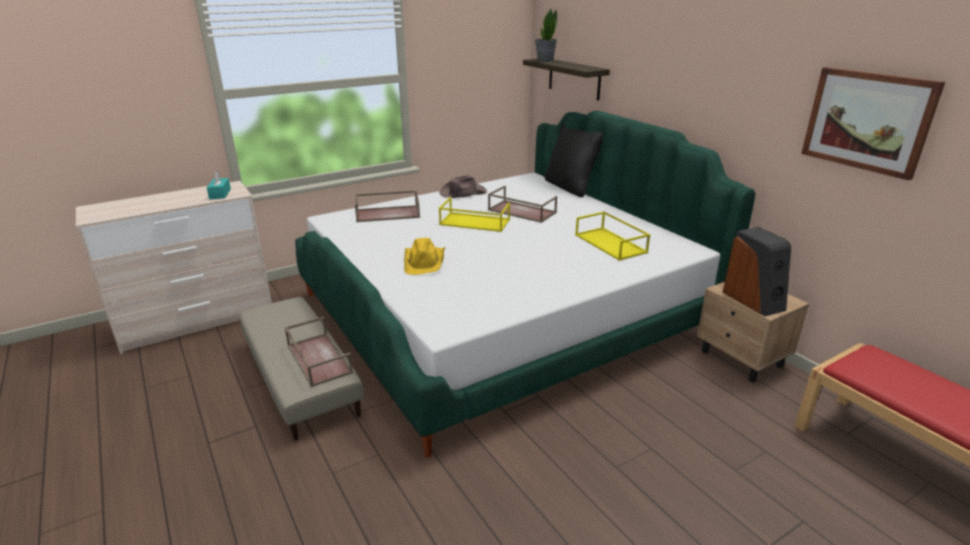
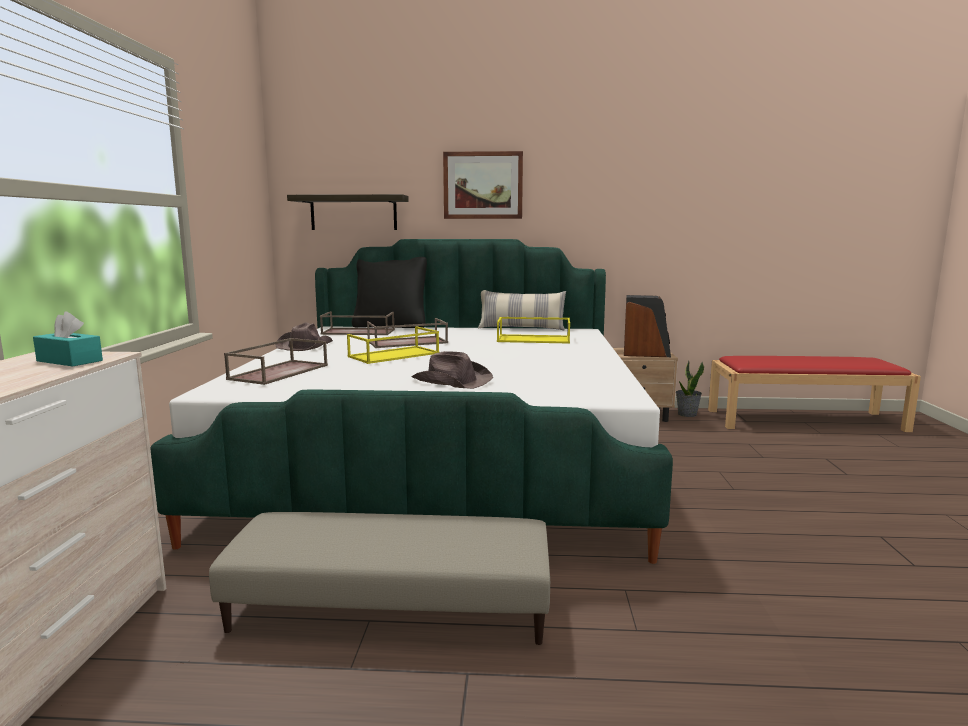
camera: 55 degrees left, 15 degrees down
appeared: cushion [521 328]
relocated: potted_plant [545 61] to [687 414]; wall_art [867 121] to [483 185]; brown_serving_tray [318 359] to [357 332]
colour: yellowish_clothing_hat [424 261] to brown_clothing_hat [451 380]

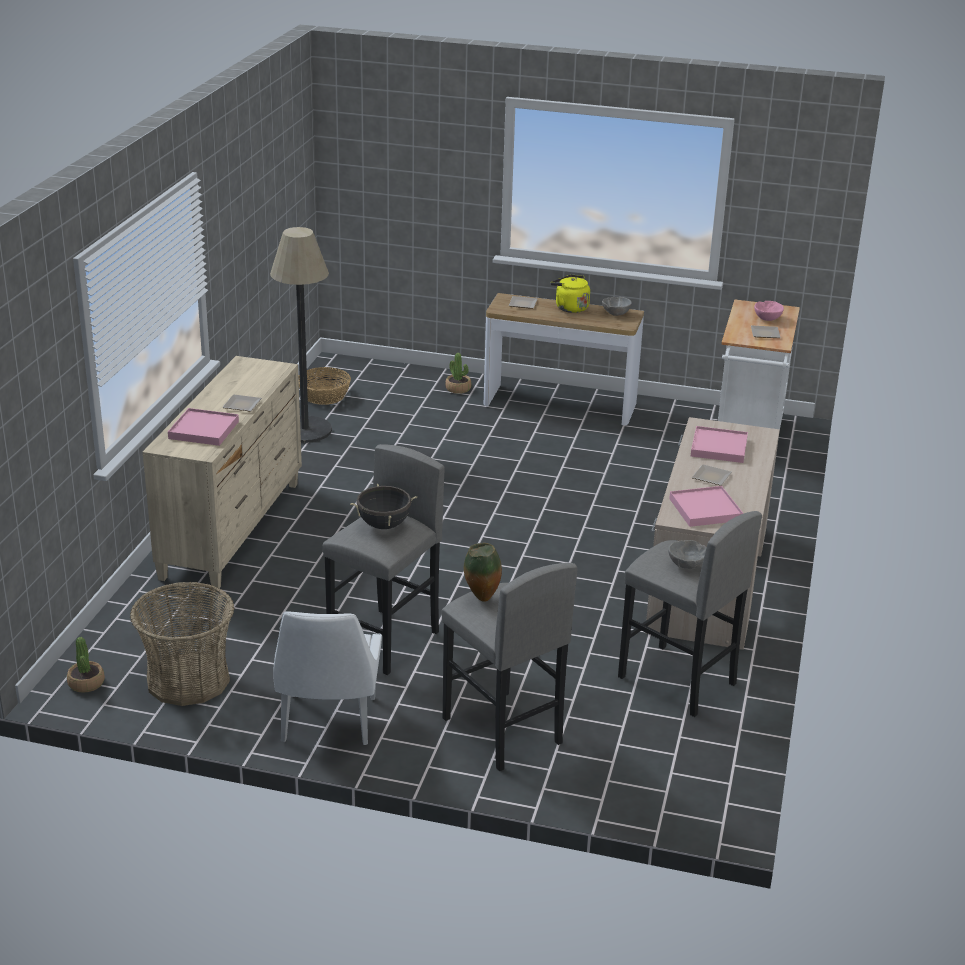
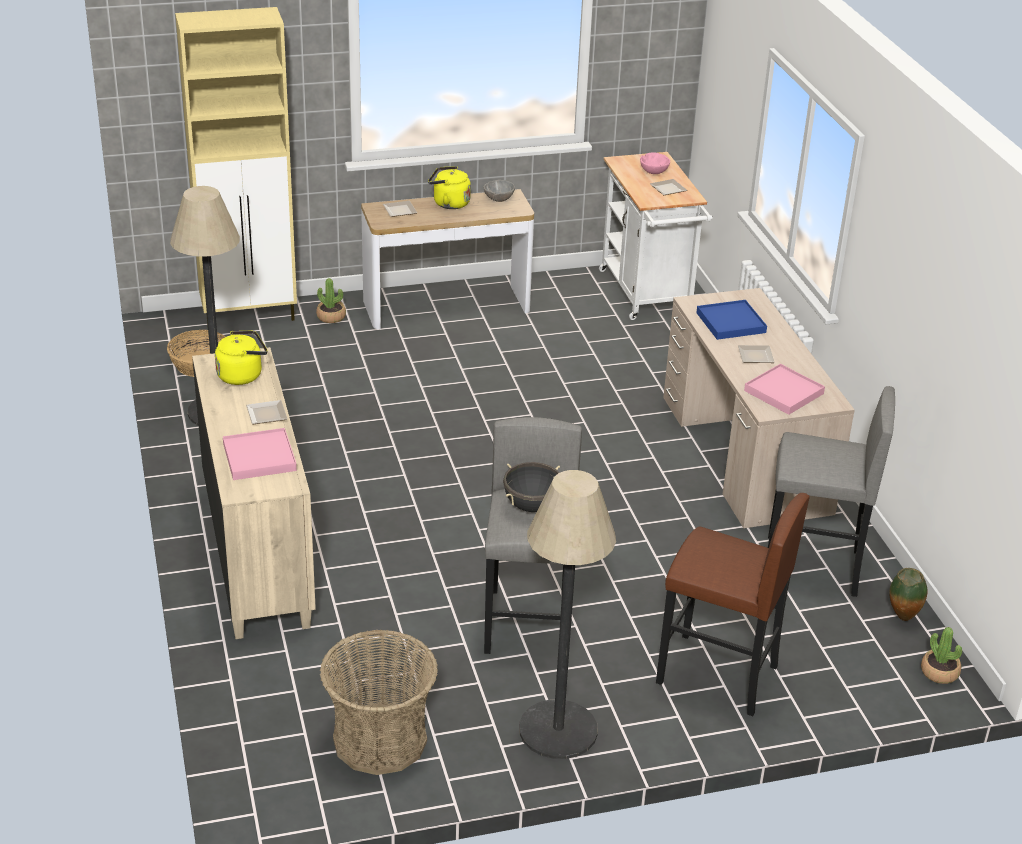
camera: 30 degrees left, 5 degrees up
missing: grey_bowl [687 565]
appeared: sand-coloured_cabinet [250 315]; yellowish_water_kettle [242 375]
relocated: flower_vase [481 599] to [902 618]; potted_plant [86 683] to [939 672]
exchanged: whitish_plain_chair [328 722] to standard_lamp [558 730]
colour: pink-coloured_serving_tray [719 447] to blue_serving_tray [731 322]; grey_stool_seat [501 731] to brown_stool_seat [717 675]

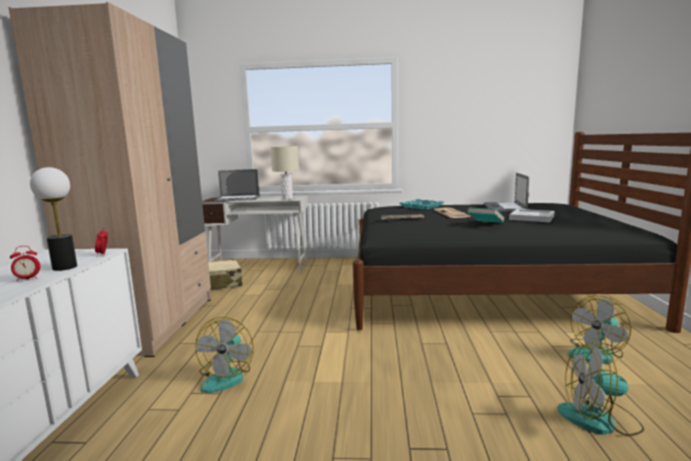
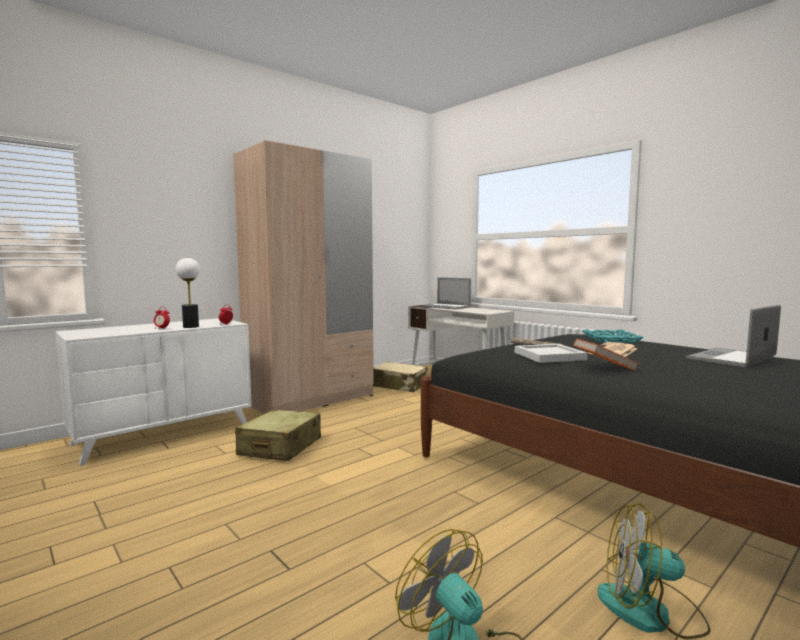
camera: 45 degrees right, 5 degrees down
missing: sand-coloured_lamp_for_a_table [287 198]
relocated: whitish_serving_tray [531 217] to [548 356]
exchanged: electric_fan [227 376] to sand-coloured_suitcase [280 447]
colour: blue-green_bound_book [485 224] to orange-coloured_bound_book [604 367]

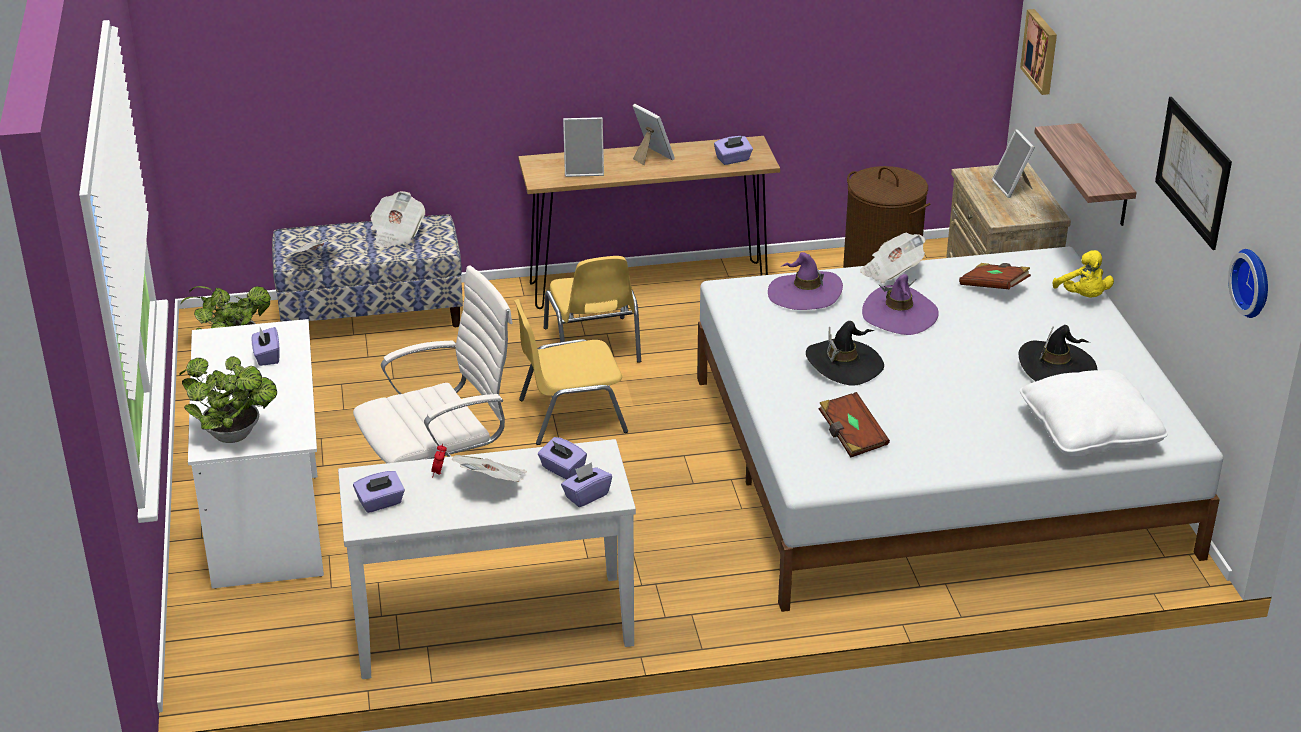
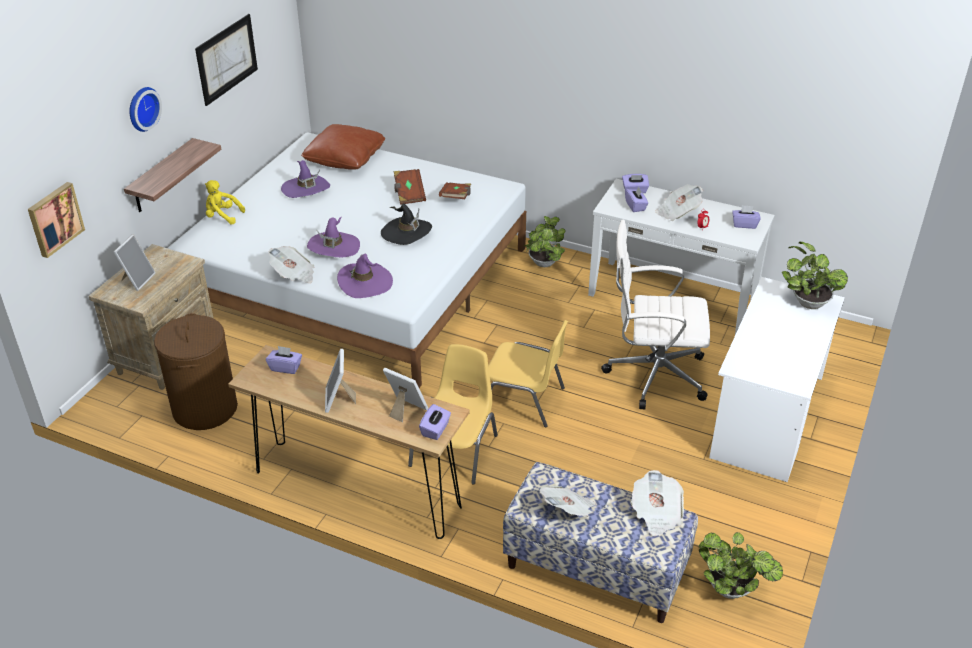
camera: 145 degrees left, 5 degrees up
appeared: potted_plant [543 264]
relocated: hanging_clock [1254 282] to [142 108]; brown_bound_book [994 287] to [409 194]; purple_box_of_tissues [267 356] to [435 430]
colour: black_clothing_hat [1057 367] to purple_clothing_hat [306 189]; whitish_cushion [1089 432] to brown_cushion [345 158]
spun: yellowish_soft_toy [1083 297] = [222 216] 90 degrees counterclockwise

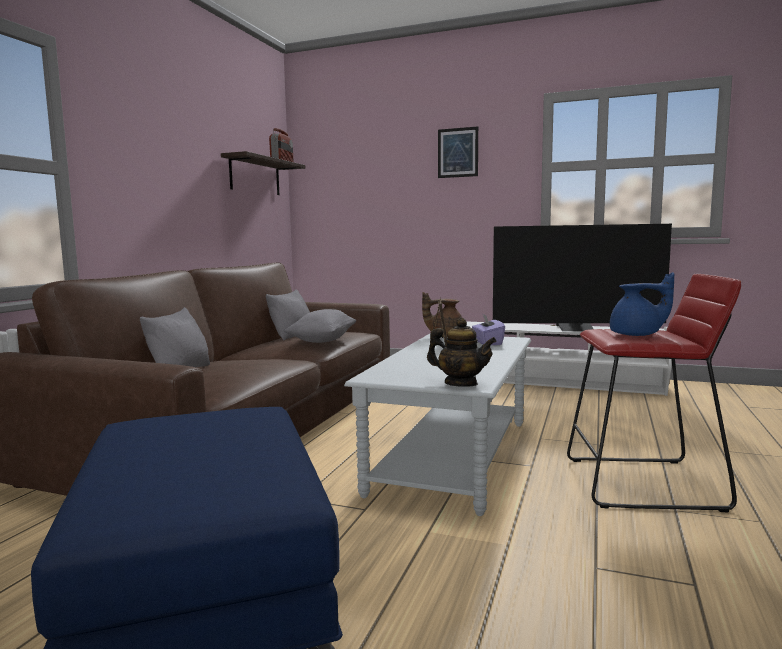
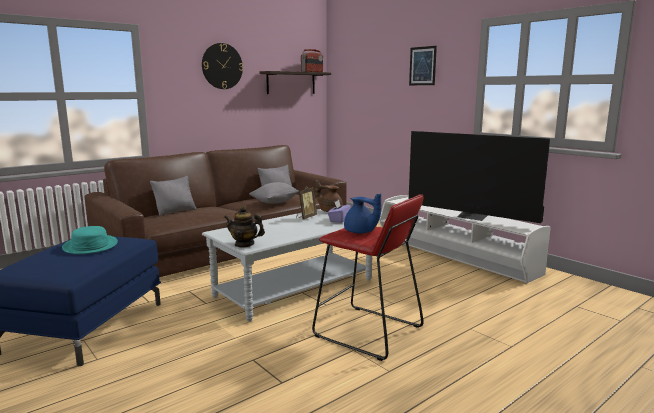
camera: 30 degrees right, 5 degrees up
appeared: hanging_clock [222 66]; blue-green_clothing_hat [90 246]
spun: tea_pot [461 384] = [244 244] 135 degrees clockwise

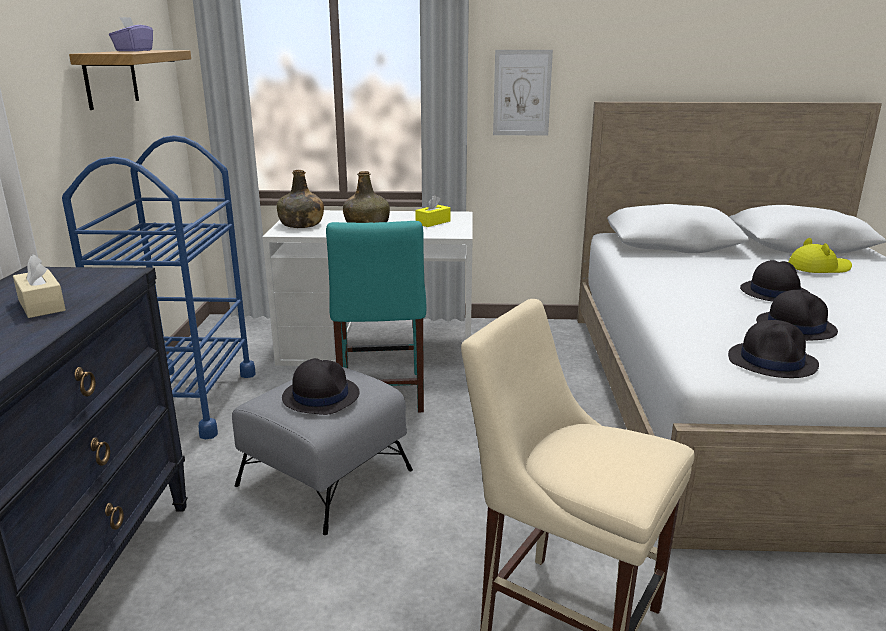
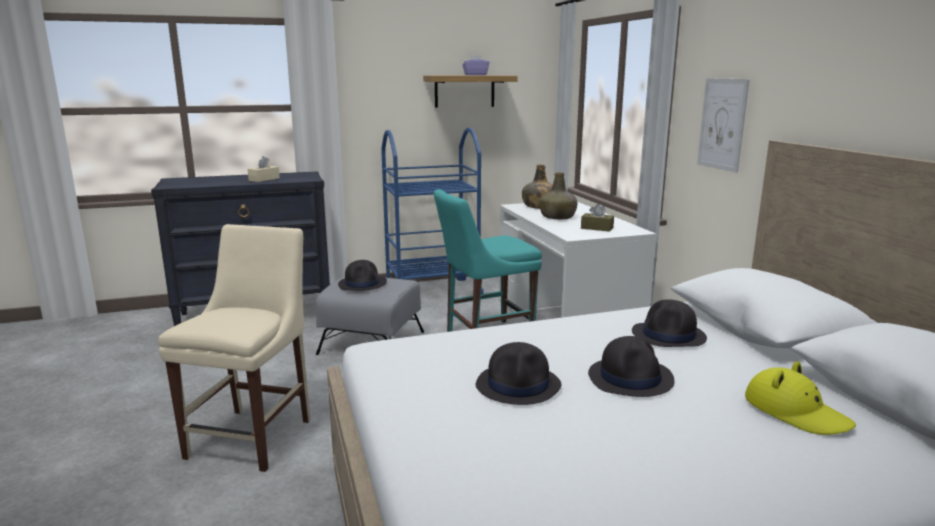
camera: 70 degrees right, 5 degrees down
relocated: black_clothing_hat [772 361] to [669 336]
colour: yellowish_box_of_tissues [433 222] to brown_box_of_tissues [597 228]

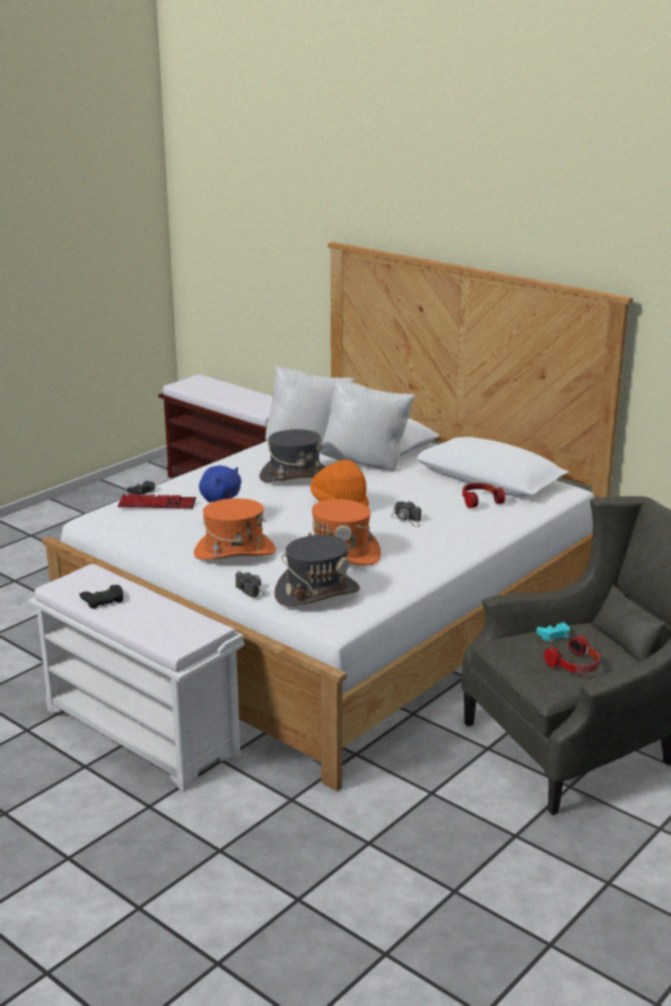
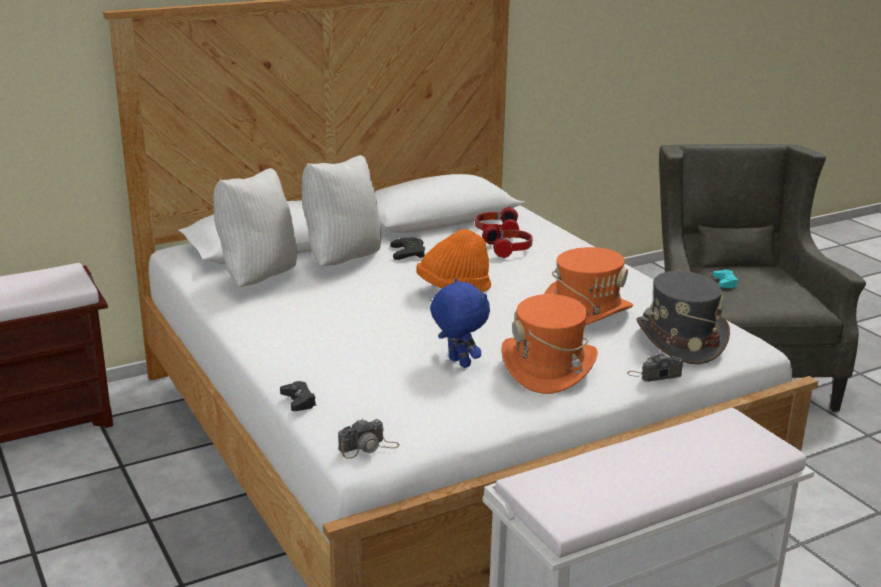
camera: 70 degrees left, 0 degrees up
missing: grey_clothing_hat [295 476]; keyboard [157 503]
relocated: photo_camera [407 519] to [368 447]; black_joypad [103 600] to [410 252]; pair_of_headphones [575 666] to [509 249]

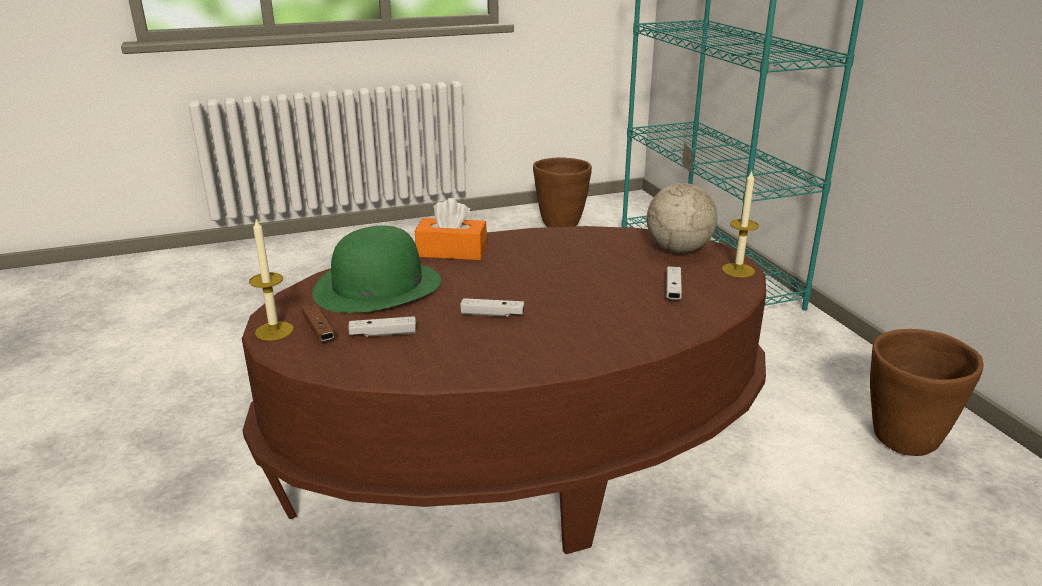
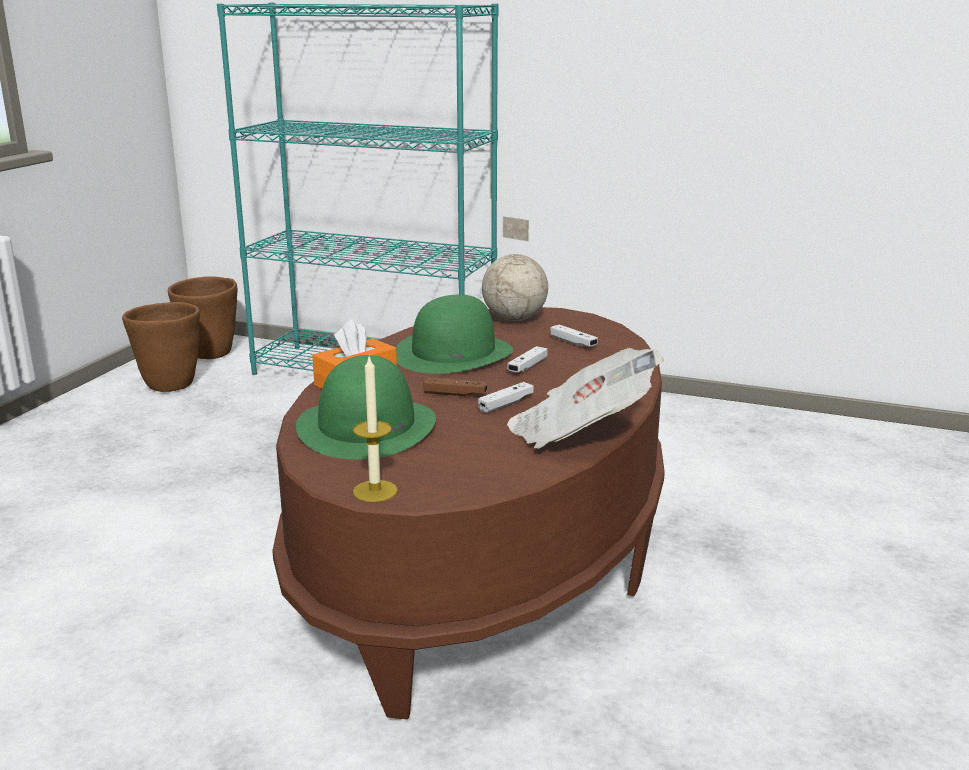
camera: 50 degrees left, 5 degrees down
missing: candle [738 270]
appeared: green_clothing_hat [453 353]; newspaper [580 433]
relocated: brown_joypad [319 330] to [455 394]; whitish_joypad [383 334] to [527 367]; brown_plant_pot [903 440] to [209 354]

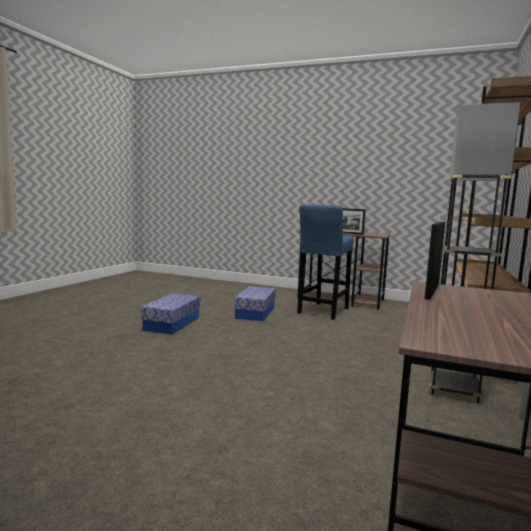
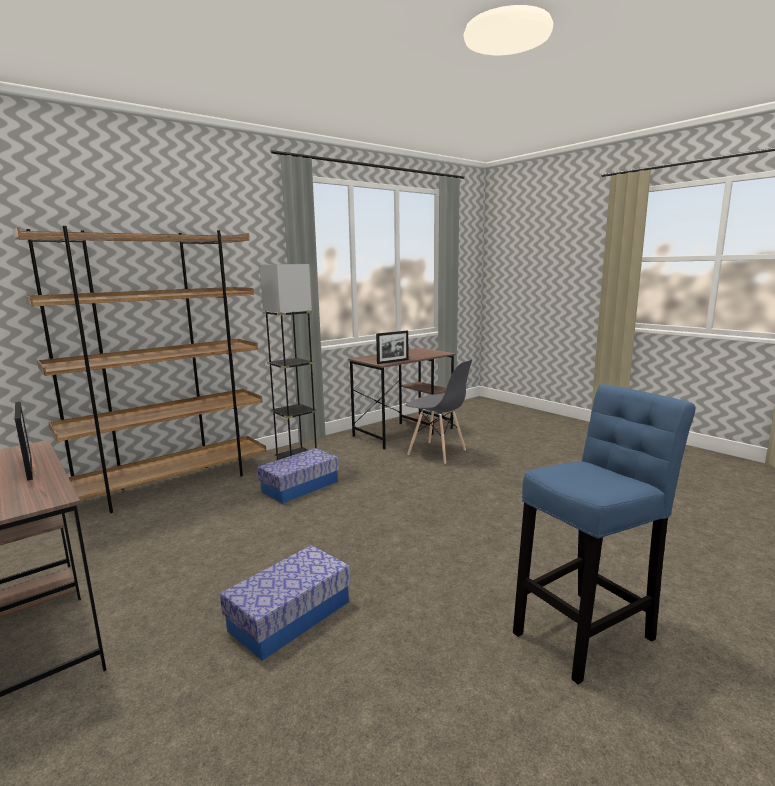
camera: 150 degrees left, 5 degrees up
appeared: grey_plain_chair [437 452]
relocated: blue_stool_seat [322 311] to [588 632]; storage_bin [172 324] to [300 486]

